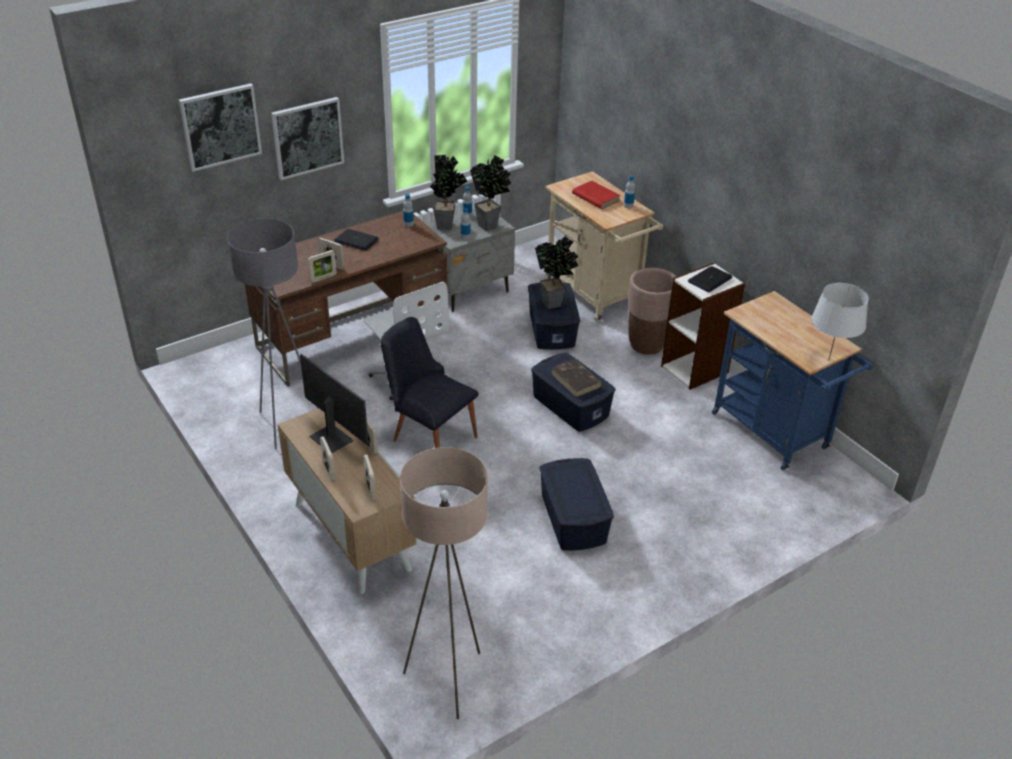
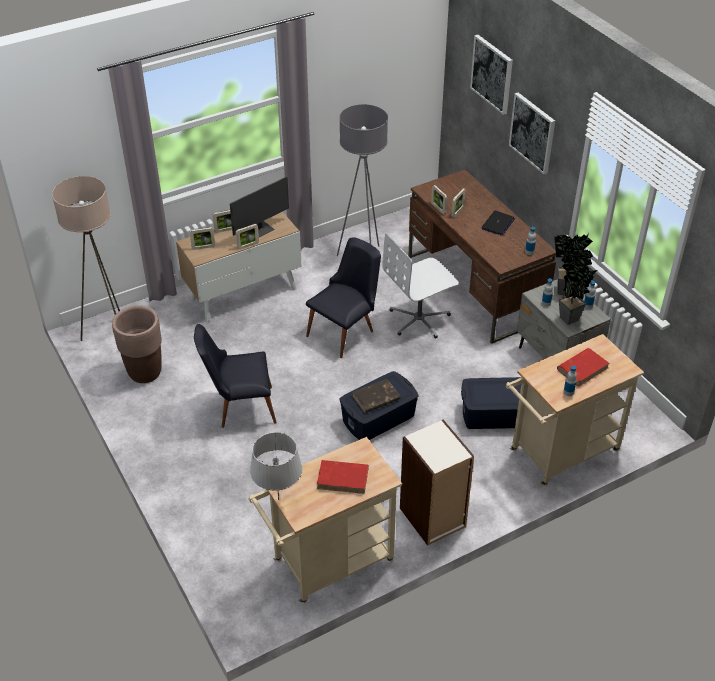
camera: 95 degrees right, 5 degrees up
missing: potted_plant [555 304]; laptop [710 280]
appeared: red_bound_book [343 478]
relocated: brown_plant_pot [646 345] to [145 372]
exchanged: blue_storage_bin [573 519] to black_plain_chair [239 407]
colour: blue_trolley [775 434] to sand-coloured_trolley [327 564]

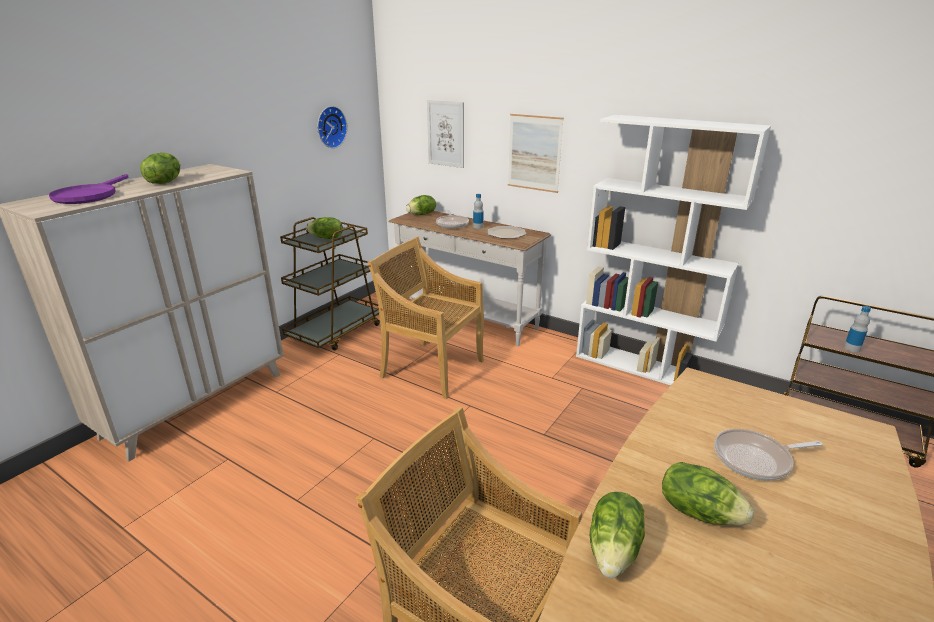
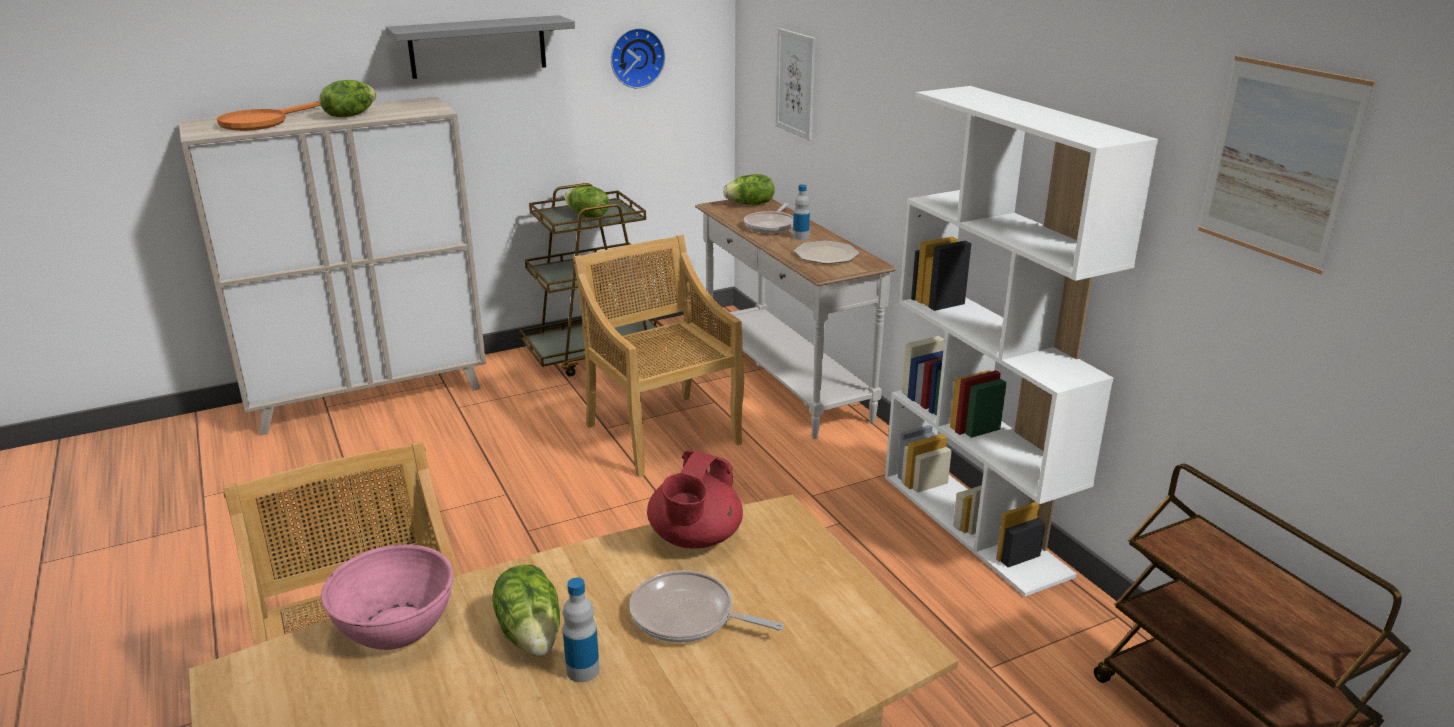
camera: 30 degrees right, 0 degrees up
appeared: grey_bracket_shelf [478 47]; red_tea_pot [694 538]
relocated: wall_art [534 153] to [1279 162]; drink_bottle [852 348] to [583 670]
exchanged: lettuce [615 550] to pink-coloured_bowl [396 627]
colour: purple_frying_pan [90 195] to orange-coloured_frying_pan [261 122]

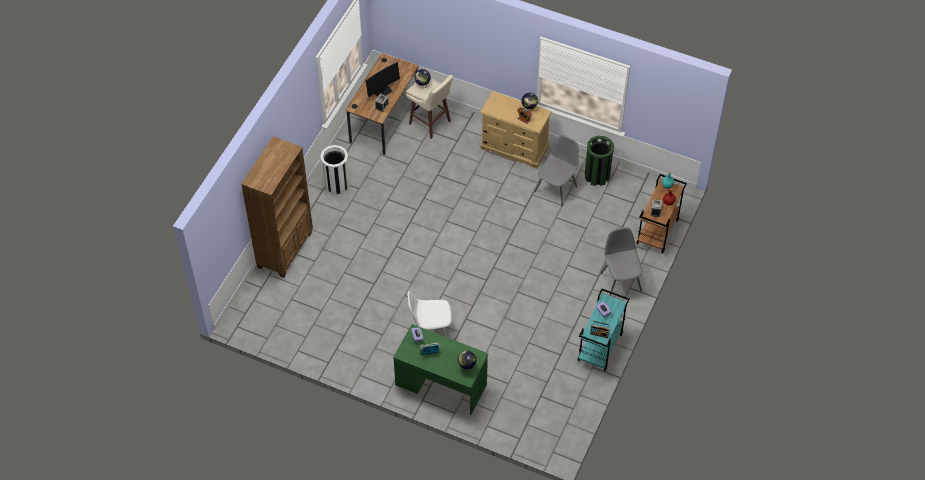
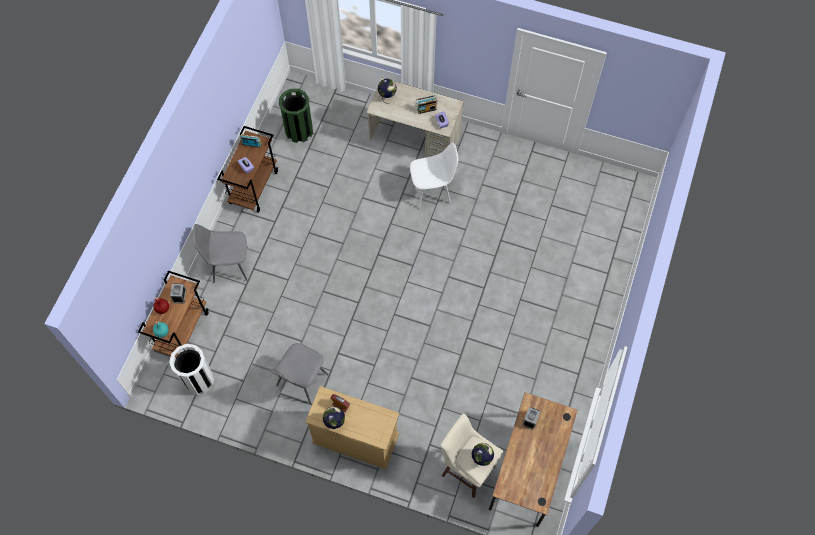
camera: 175 degrees right, 10 degrees up
missing: computer_screen [382 91]; brown_bookshelf [285 250]
relocated: green_rubbish_bin [597 176] to [299 131]; whitish_rubbish_bin [337 185] to [198 380]
colour: blue-green_trolley [600 348] to brown_trolley [254 187]; green_desk_unit [441 384] to sand-coloured_desk_unit [415 138]
spun: grey_plain_chair [620 281] = [229 264] 105 degrees clockwise

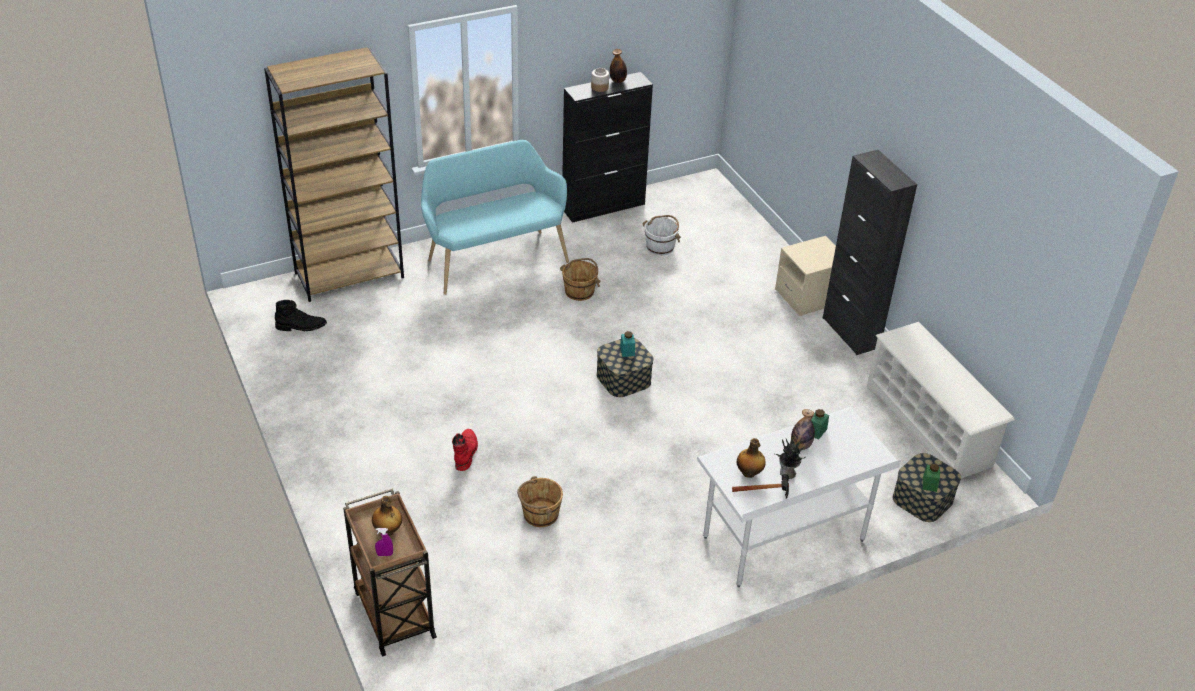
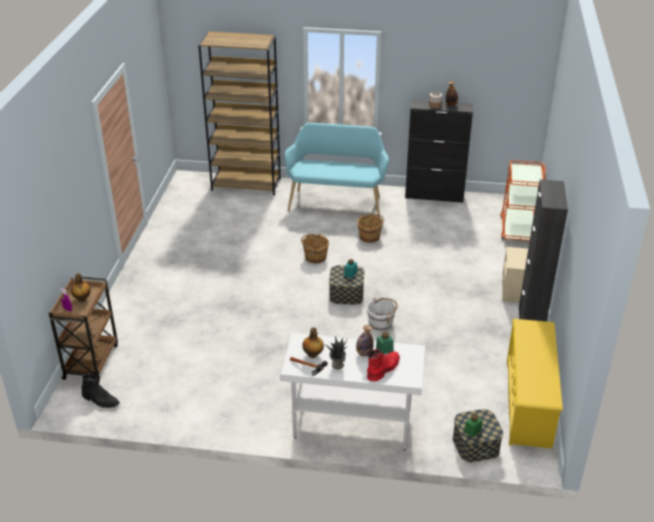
camera: 35 degrees right, 5 degrees down
appeared: orange-coloured_trolley [518 229]
relocated: whitish_bucket [660 246] to [381 323]; black_high-top_boot [301 326] to [100 400]; red_high-top_boot [465 452] to [383 368]; brown_bucket [540 514] to [315 257]
colour: whitish_shoe_stand [929 427] to yellowish_shoe_stand [528 403]

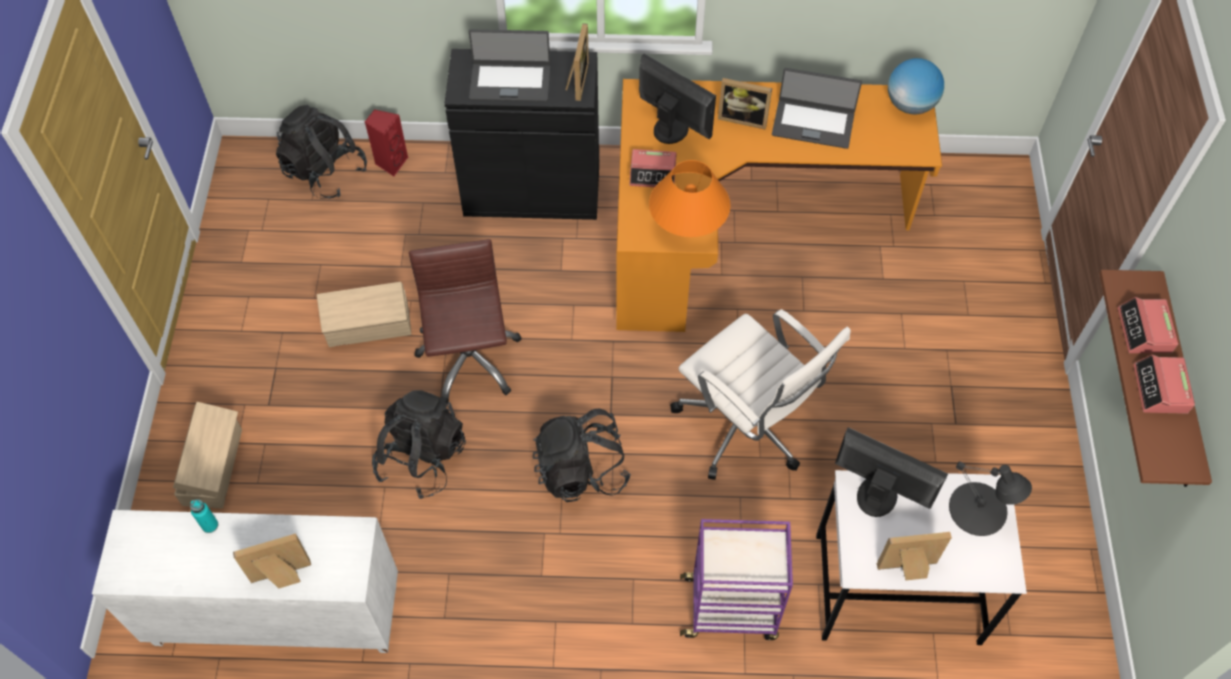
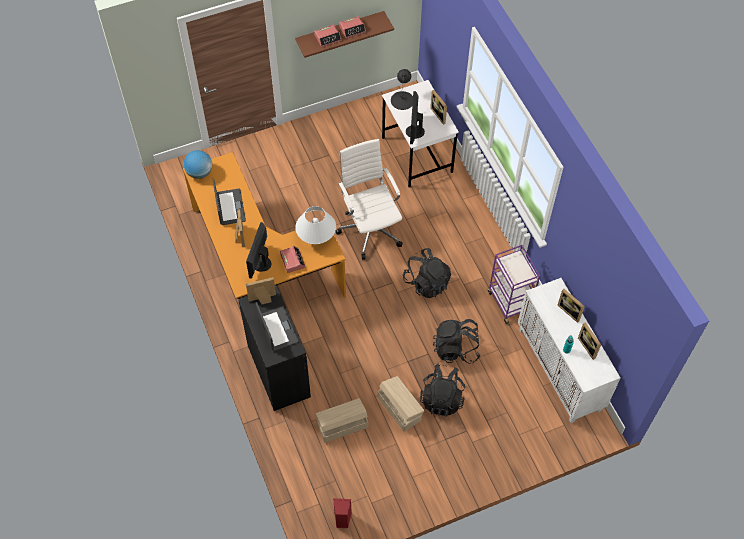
camera: 115 degrees left, 0 degrees up
missing: brown_computer_chair [469 360]
appeared: picture_frame [589 347]
relocated: black_knapsack [325 172] to [442 398]; red_loudspeaker [391 162] to [342 520]; sand-coloured_storage_bin [214 466] to [342 425]; purple_trolley [731 608] to [509 302]
colour: orange-coloured_lamp_for_a_table [688 224] to whitish_lamp_for_a_table [316 236]
spun: whitish_computer_chair [746 426] = [370 228] 45 degrees counterclockwise

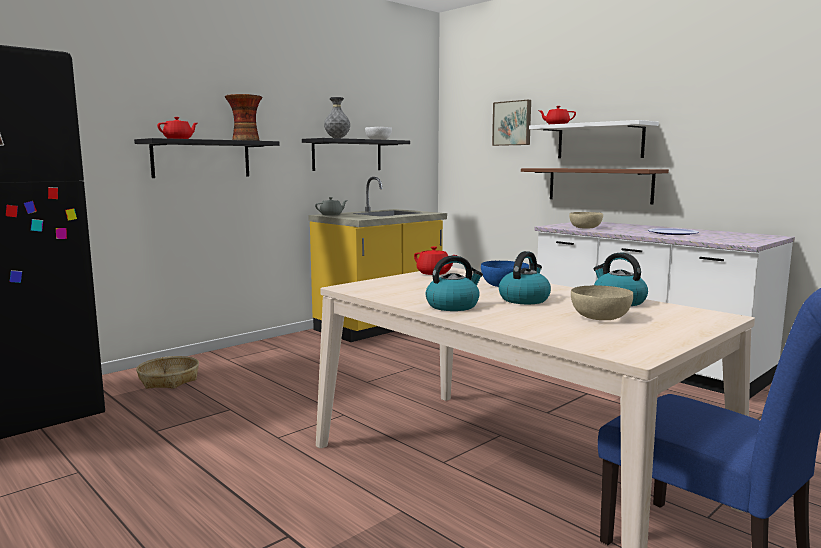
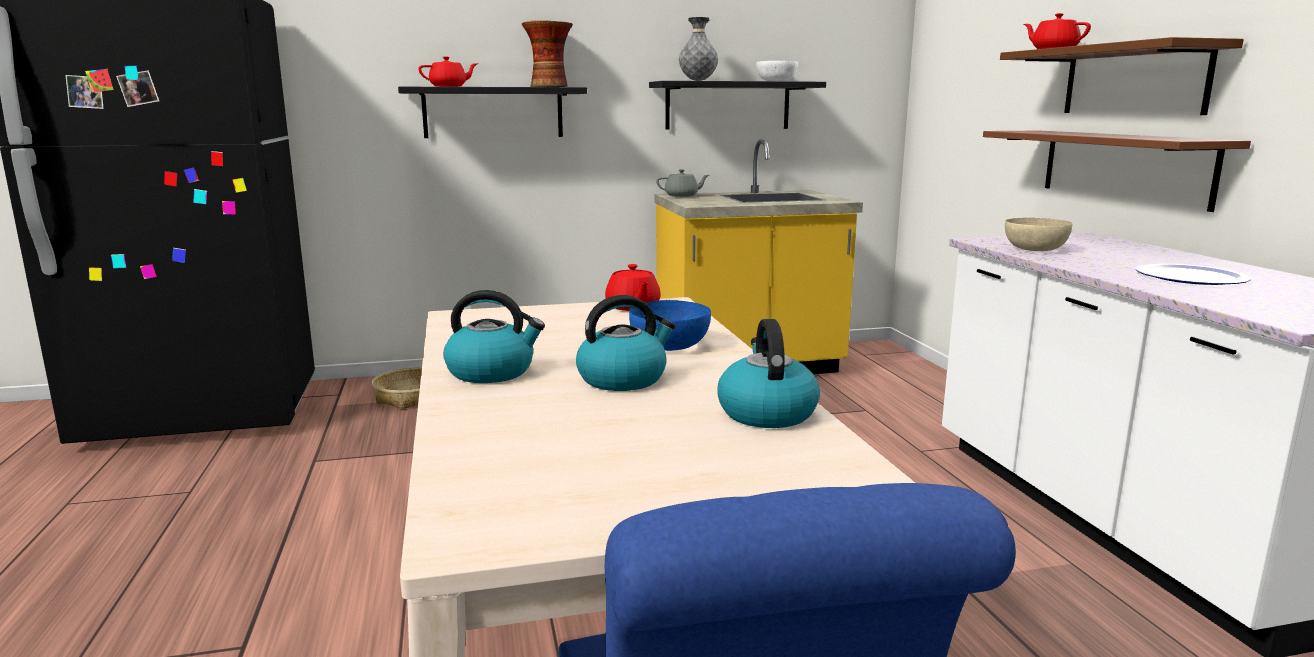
camera: 30 degrees right, 5 degrees up
missing: wall_art [512 123]; sand-coloured_bowl [600 317]
colour: whitish_bracket_shelf [599 141] to brown_bracket_shelf [1134 80]

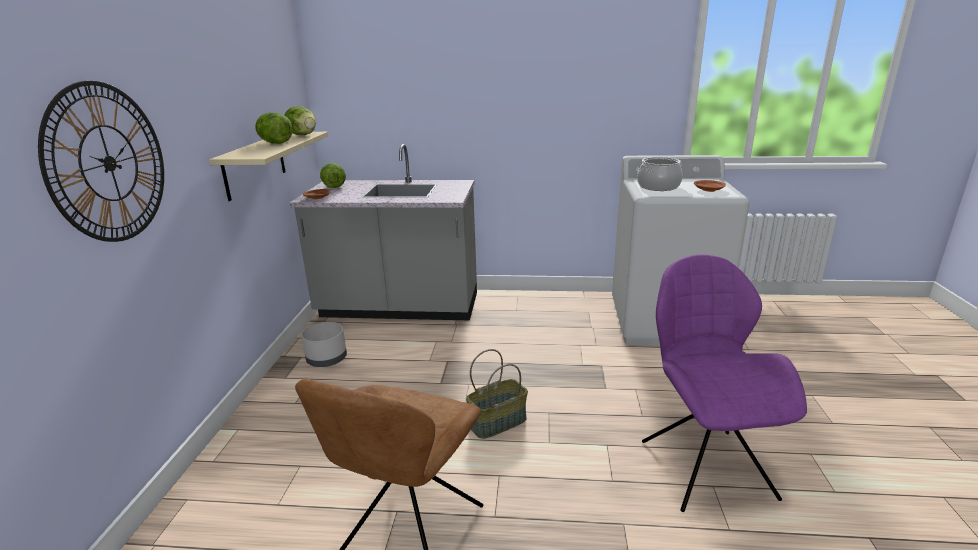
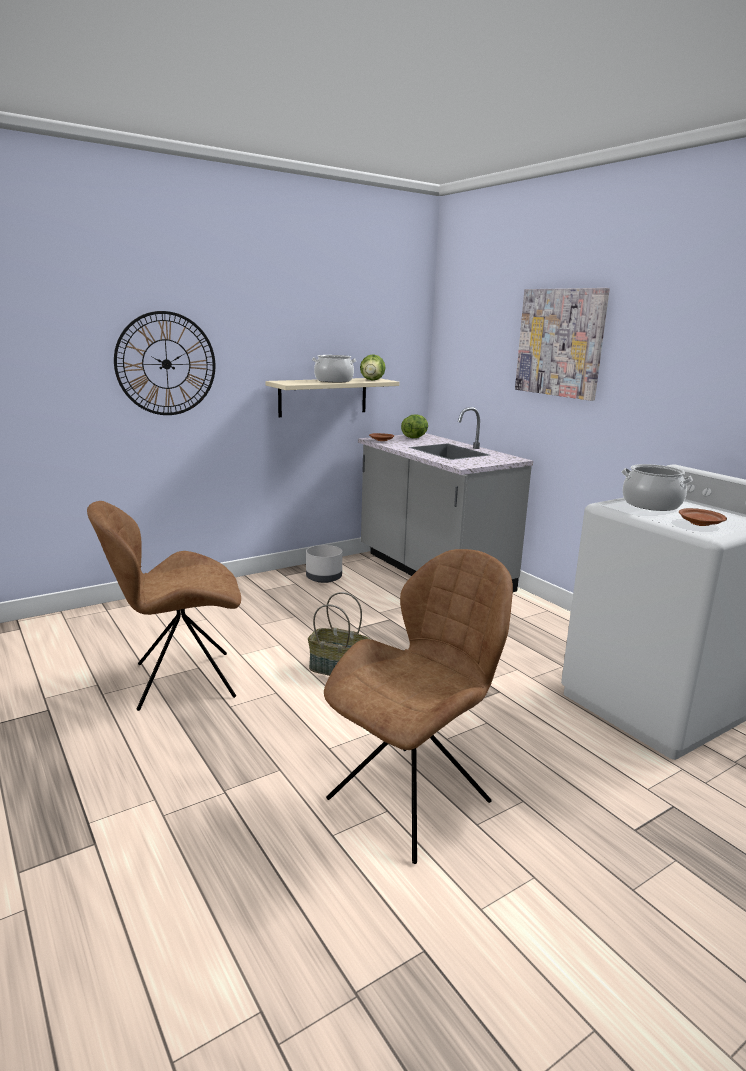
camera: 50 degrees right, 5 degrees down
appeared: wall_art [560 343]
exchanged: lettuce [275 143] to stockpot [333 381]
colour: purple_plain_chair [704 465] to brown_plain_chair [413 797]

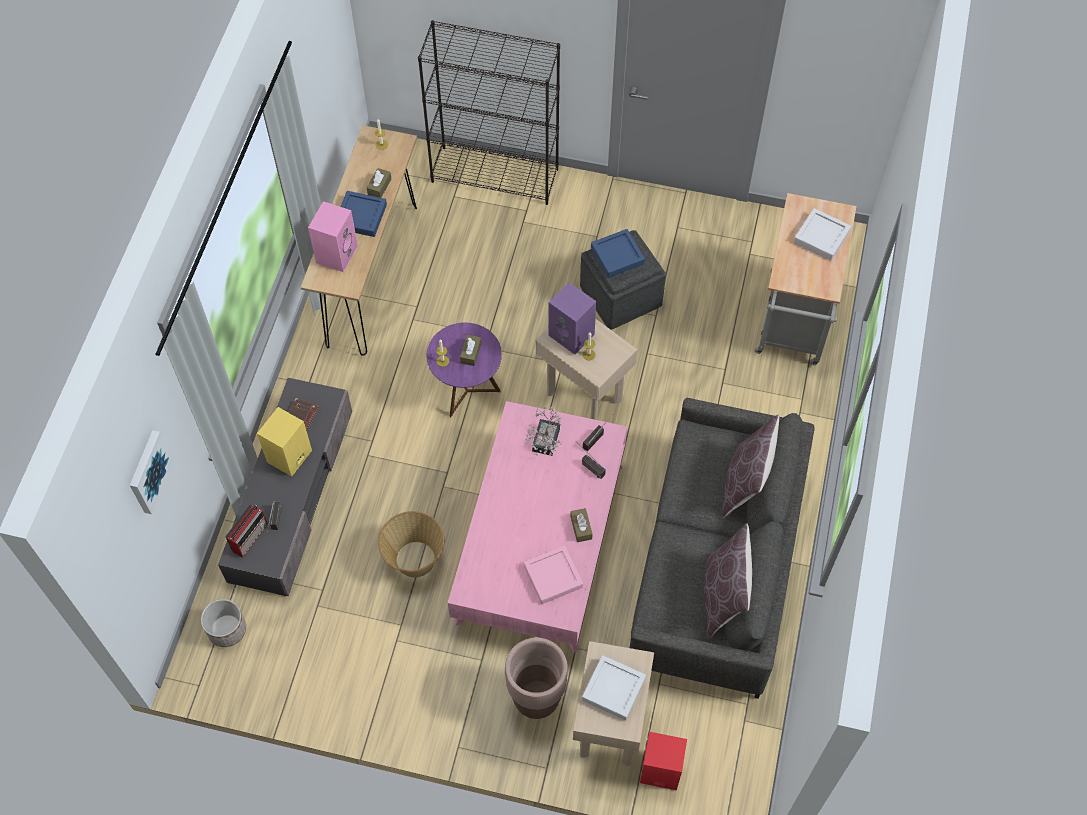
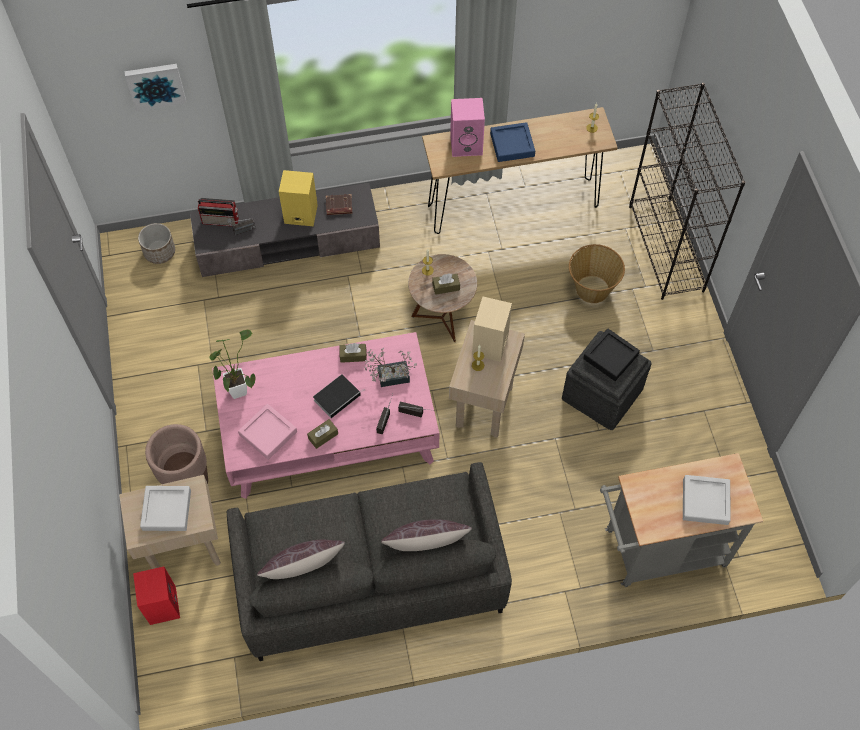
camera: 65 degrees right, 0 degrees up
appeared: potted_plant [237 388]; bound_book [337 396]
relocated: brown_box_of_tissues [379 187] to [353 355]; storage_basket [414 559] to [592 288]
colour: blue_serving_tray [617 256] to black_serving_tray [610 357]; purple_loudspeaker [572 335] to sand-coloured_loudspeaker [491 345]; purple_side_table [467 391] to brown_side_table [442 318]

